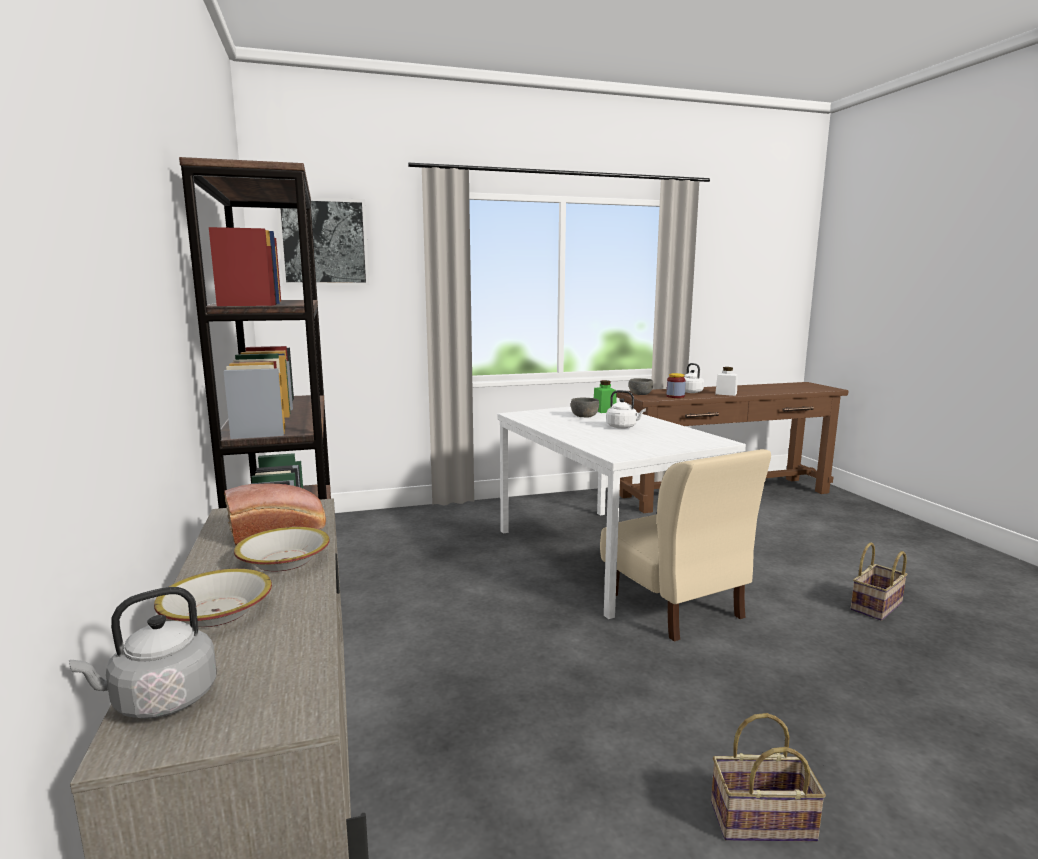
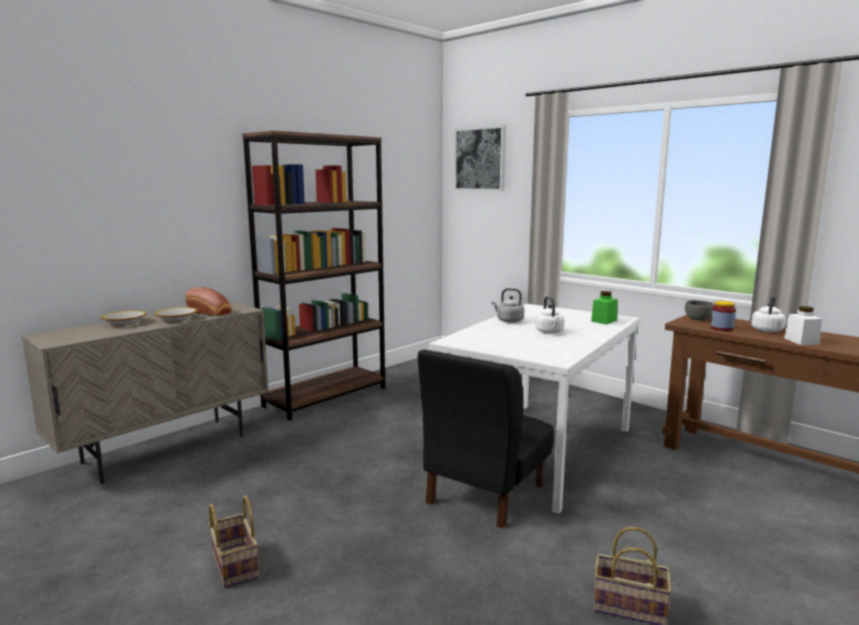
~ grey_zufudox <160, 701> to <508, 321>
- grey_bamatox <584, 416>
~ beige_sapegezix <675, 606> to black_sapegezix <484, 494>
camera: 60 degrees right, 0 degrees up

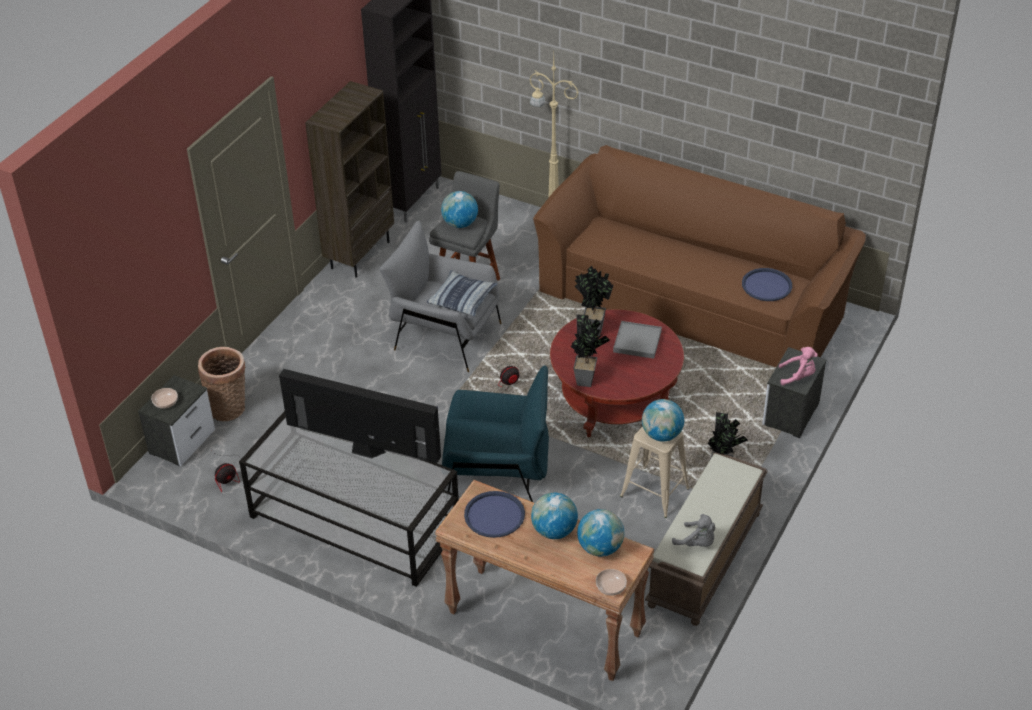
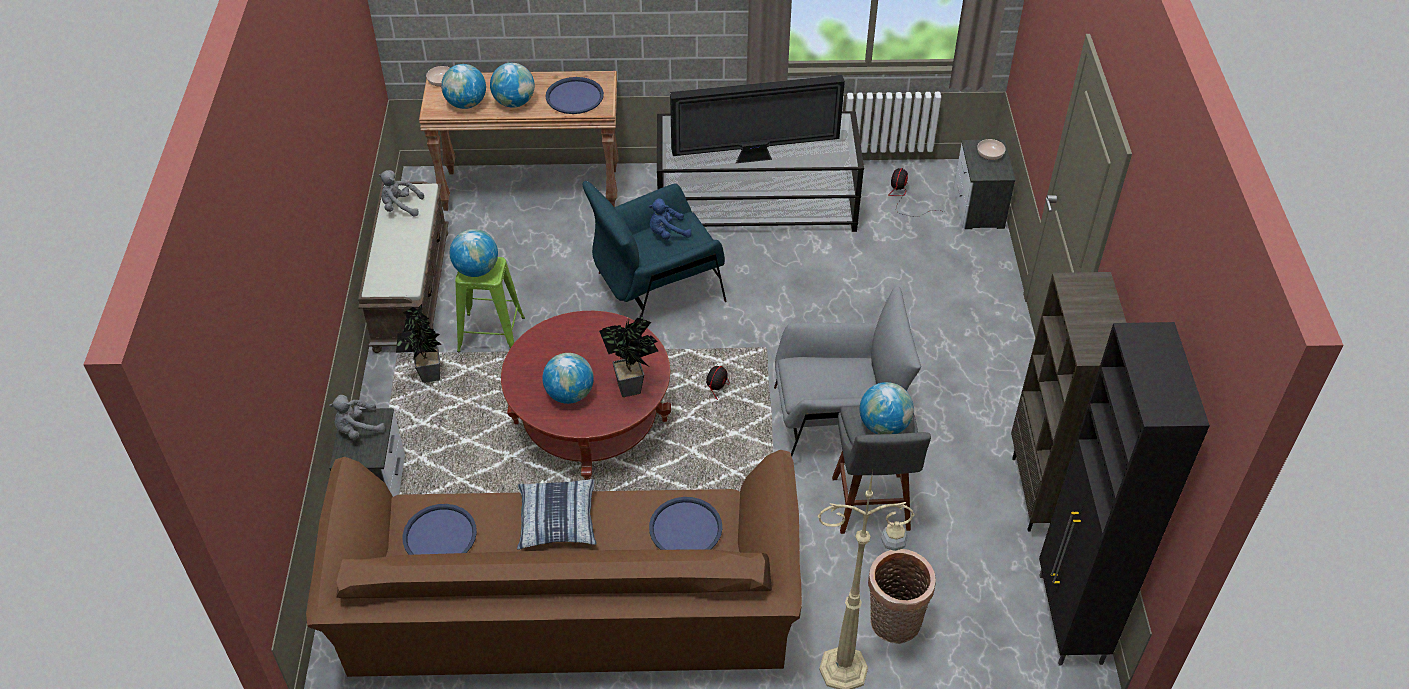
~ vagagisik <229, 408> to <893, 625>
~ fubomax <462, 299> to <557, 520>
- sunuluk <587, 379>
~ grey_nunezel <637, 342> to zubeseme <569, 394>
~ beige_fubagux <655, 492> to green_fubagux <490, 334>
~ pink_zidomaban <798, 376> to grey_zidomaban <358, 429>
+ blue_zidomaban <667, 233>
+ blue_nunezel <685, 528>
camera: 150 degrees right, 5 degrees up

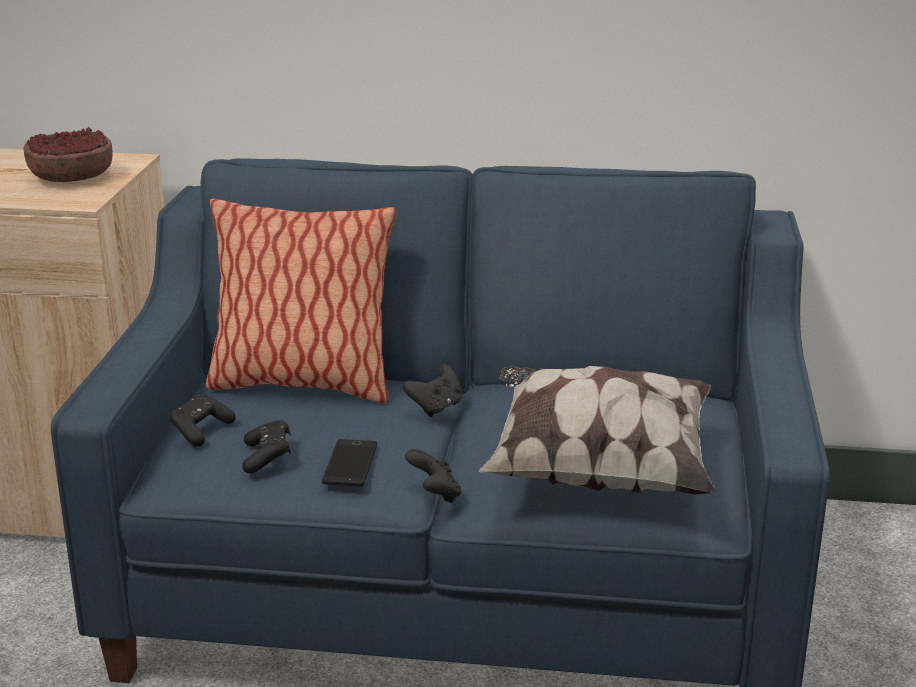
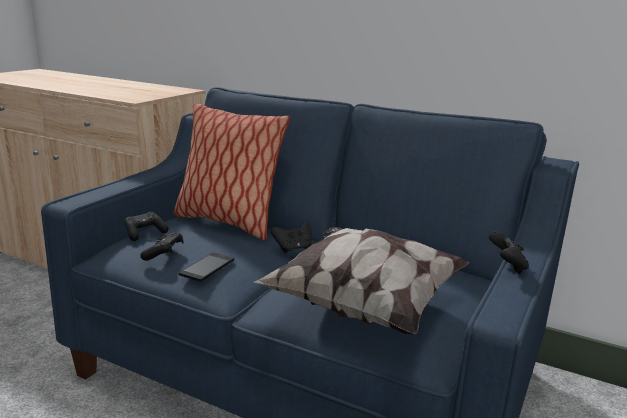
- bamatox <72, 177>
~ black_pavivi <435, 495> to <507, 267>
camera: 20 degrees right, 5 degrees down

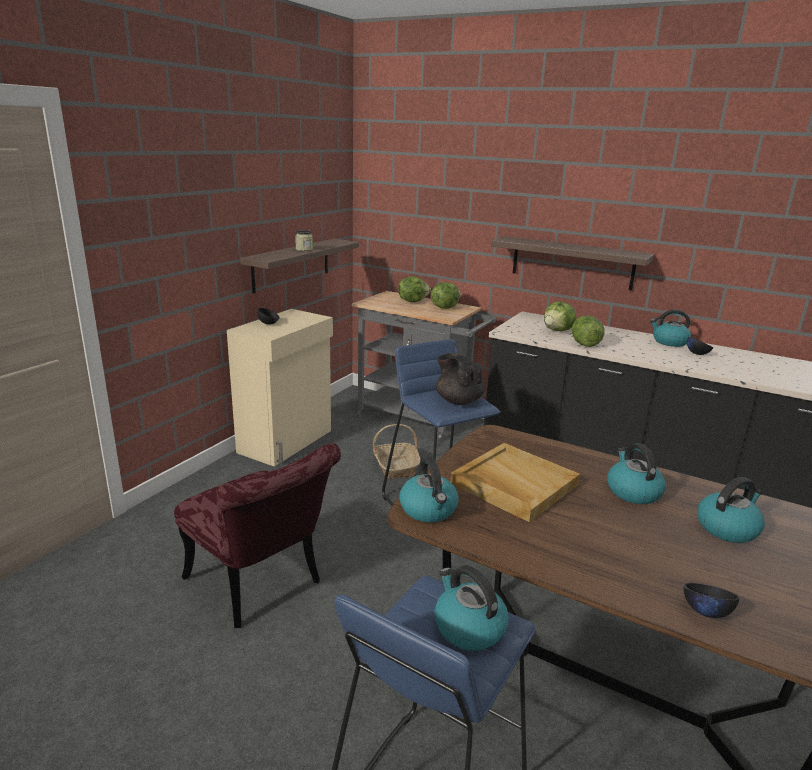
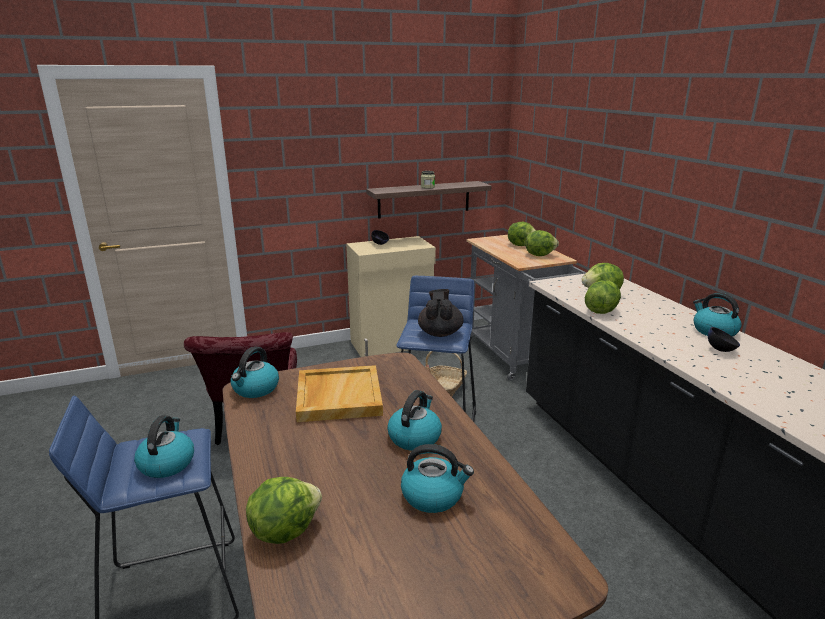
- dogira <572, 262>
~ black_bamatox <705, 611> to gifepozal <284, 530>
camera: 40 degrees right, 0 degrees up

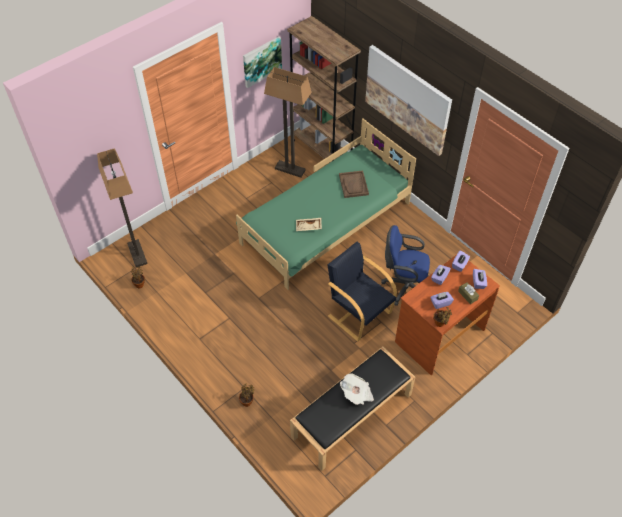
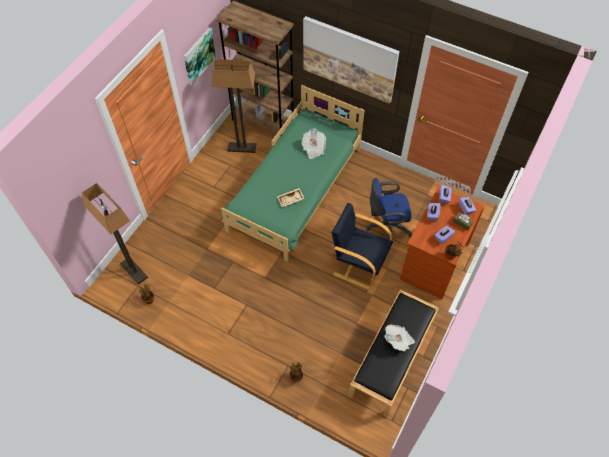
~ brown_nunezel <353, 185> to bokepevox <313, 148>
camera: 20 degrees left, 5 degrees up

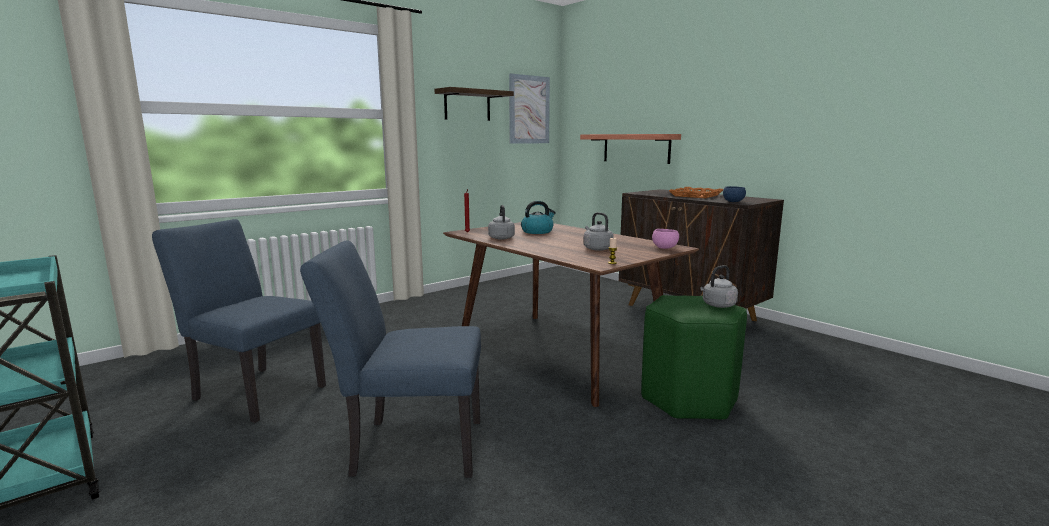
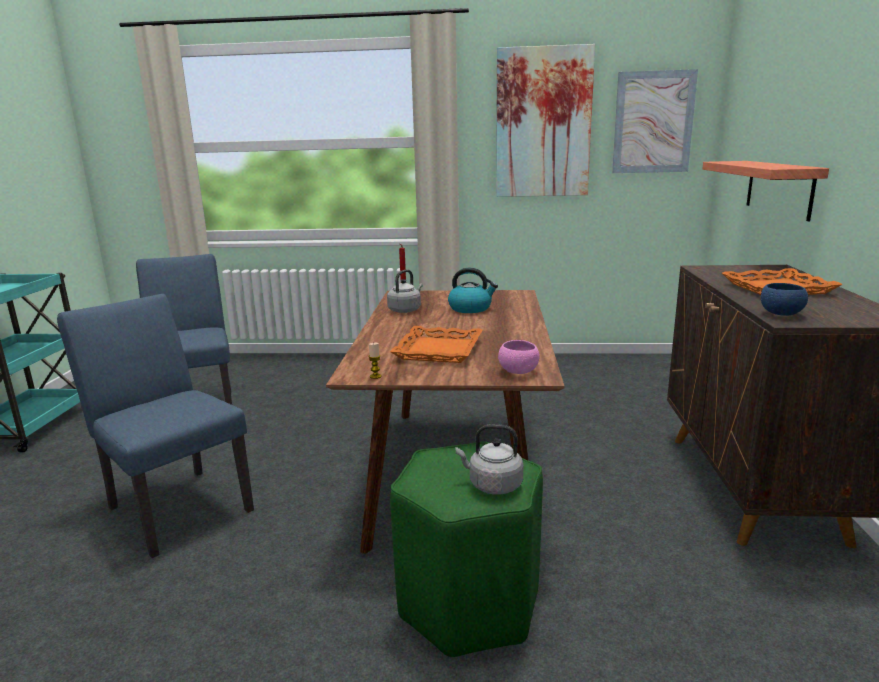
~ dogira <467, 105> to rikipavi <543, 123>
~ grey_zufudox <596, 248> to orange_nunezel <438, 350>
camera: 45 degrees right, 5 degrees up

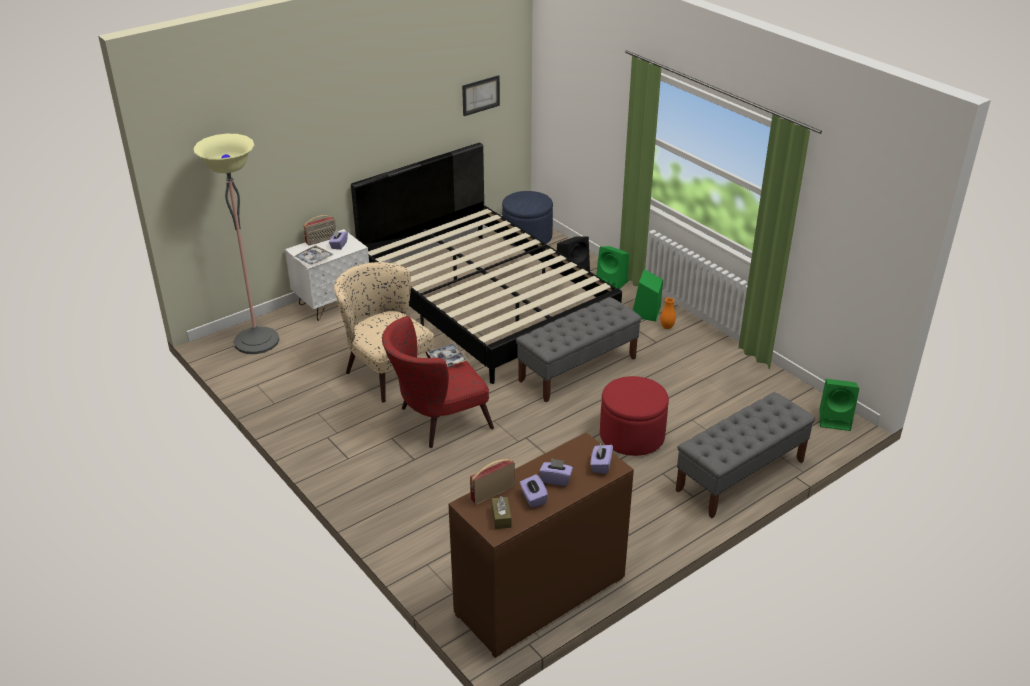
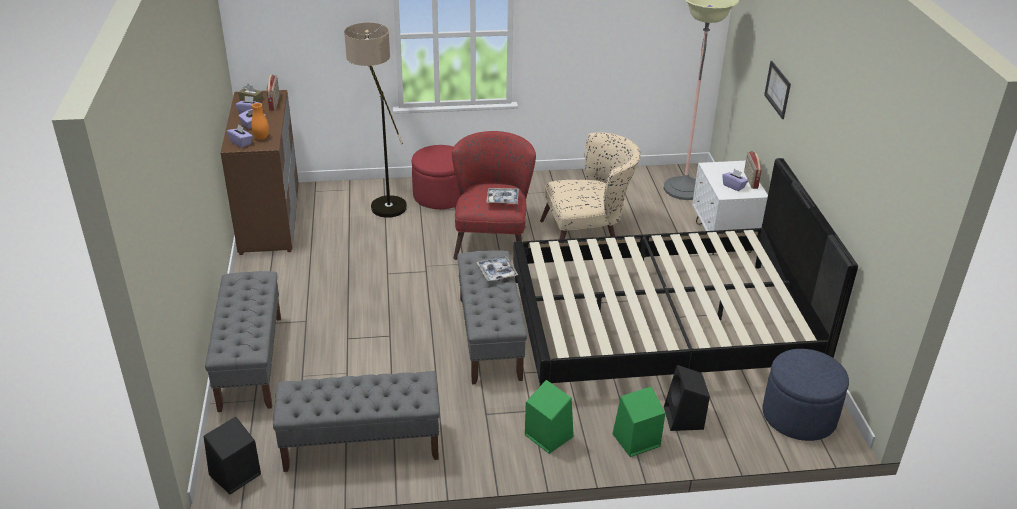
~ nunezel <314, 259> to <497, 272>
~ rikipavi <480, 95> to <778, 89>
~ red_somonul <632, 436> to <440, 196>
~ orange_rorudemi <667, 327> to <261, 138>
~ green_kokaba <836, 419> to black_kokaba <234, 475>
+ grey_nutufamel <361, 445>
+ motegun <383, 201>
camera: 120 degrees right, 0 degrees up

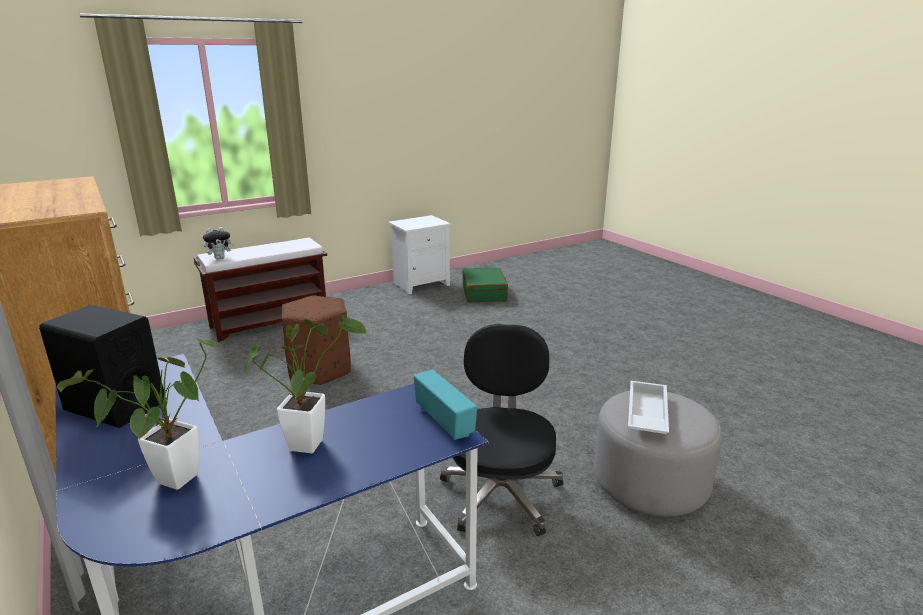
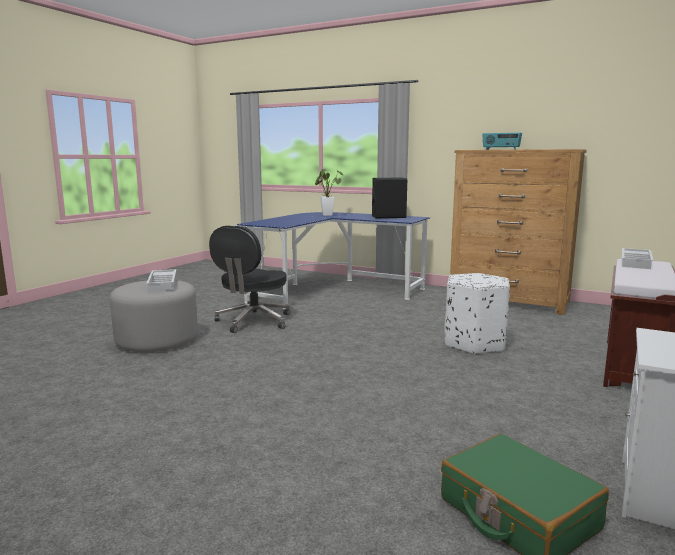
~ zidomaban <220, 258> to white_nunezel <636, 262>
- sunuluk <310, 440>
~ brown_somonul <320, 369> to white_somonul <474, 343>
~ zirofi <445, 421> to <501, 149>
~ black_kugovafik <501, 492> = <253, 321> 45 degrees clockwise
camera: 150 degrees right, 10 degrees down

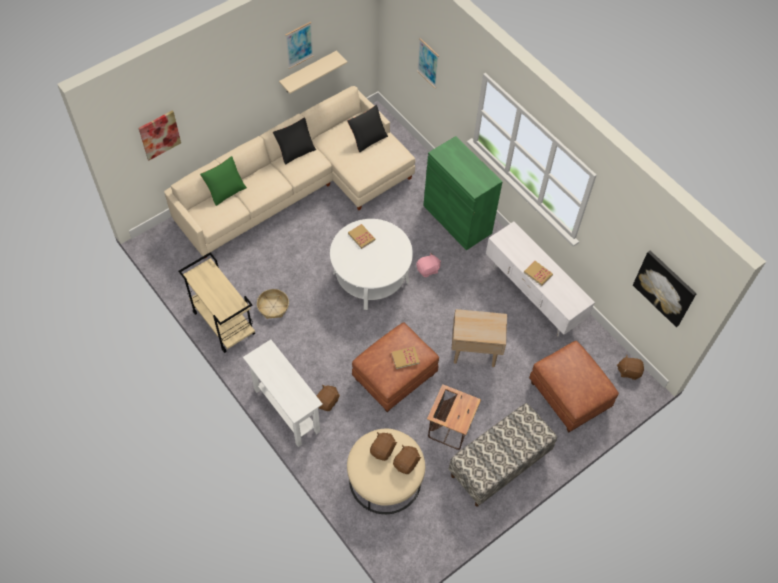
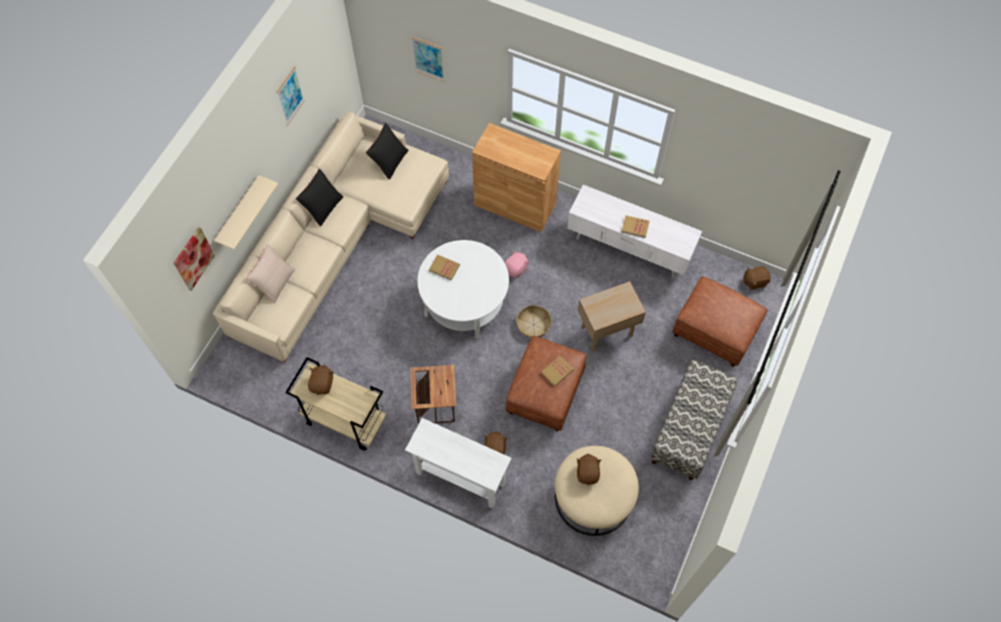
~ green_fubomax <225, 190> to beige_fubomax <274, 281>
~ vagagisik <273, 306> to <533, 324>
~ beige_dogira <308, 72> to <239, 213>
~ brown_zidomaban <406, 463> to <322, 384>
~ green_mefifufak <457, 219> to brown_mefifufak <515, 204>
~ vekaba <450, 428> to <435, 404>
- rikipavi <665, 288>
camera: 25 degrees left, 5 degrees up

